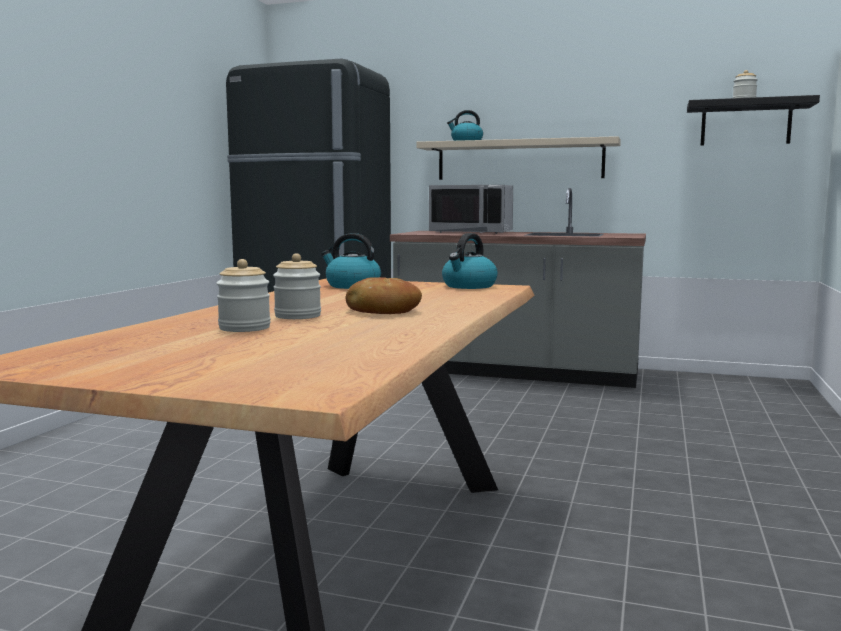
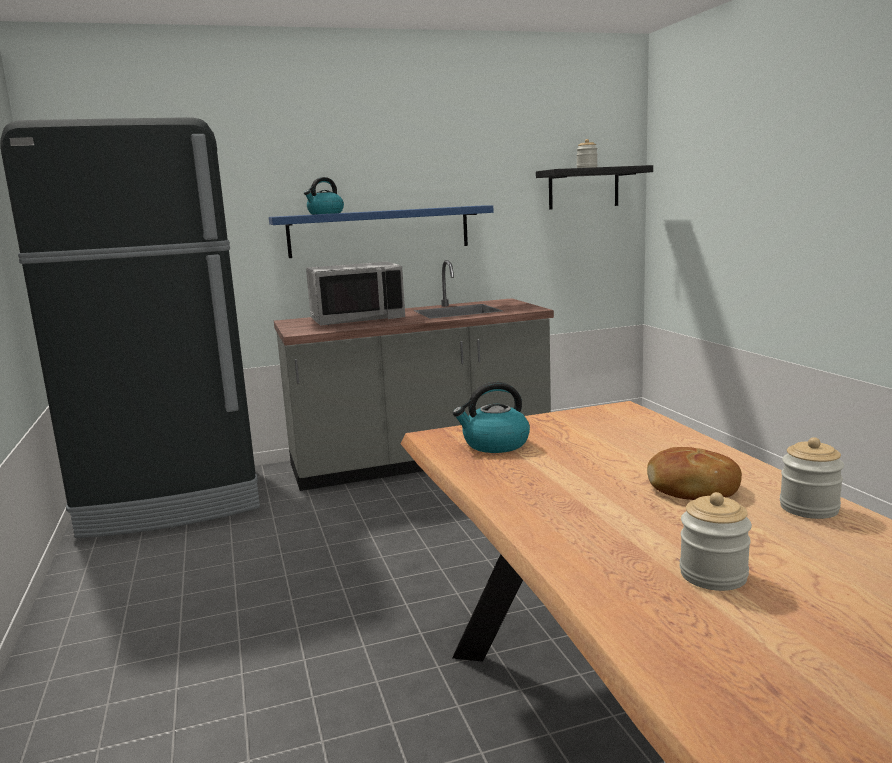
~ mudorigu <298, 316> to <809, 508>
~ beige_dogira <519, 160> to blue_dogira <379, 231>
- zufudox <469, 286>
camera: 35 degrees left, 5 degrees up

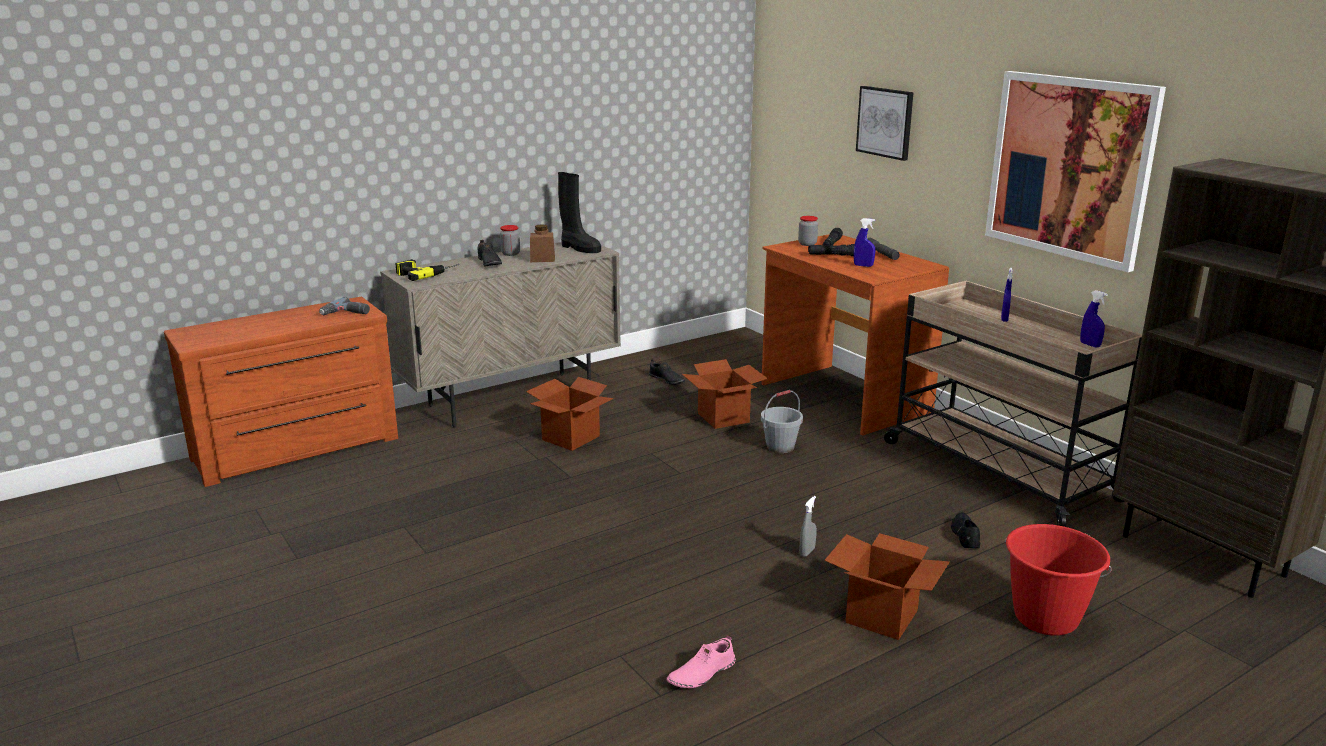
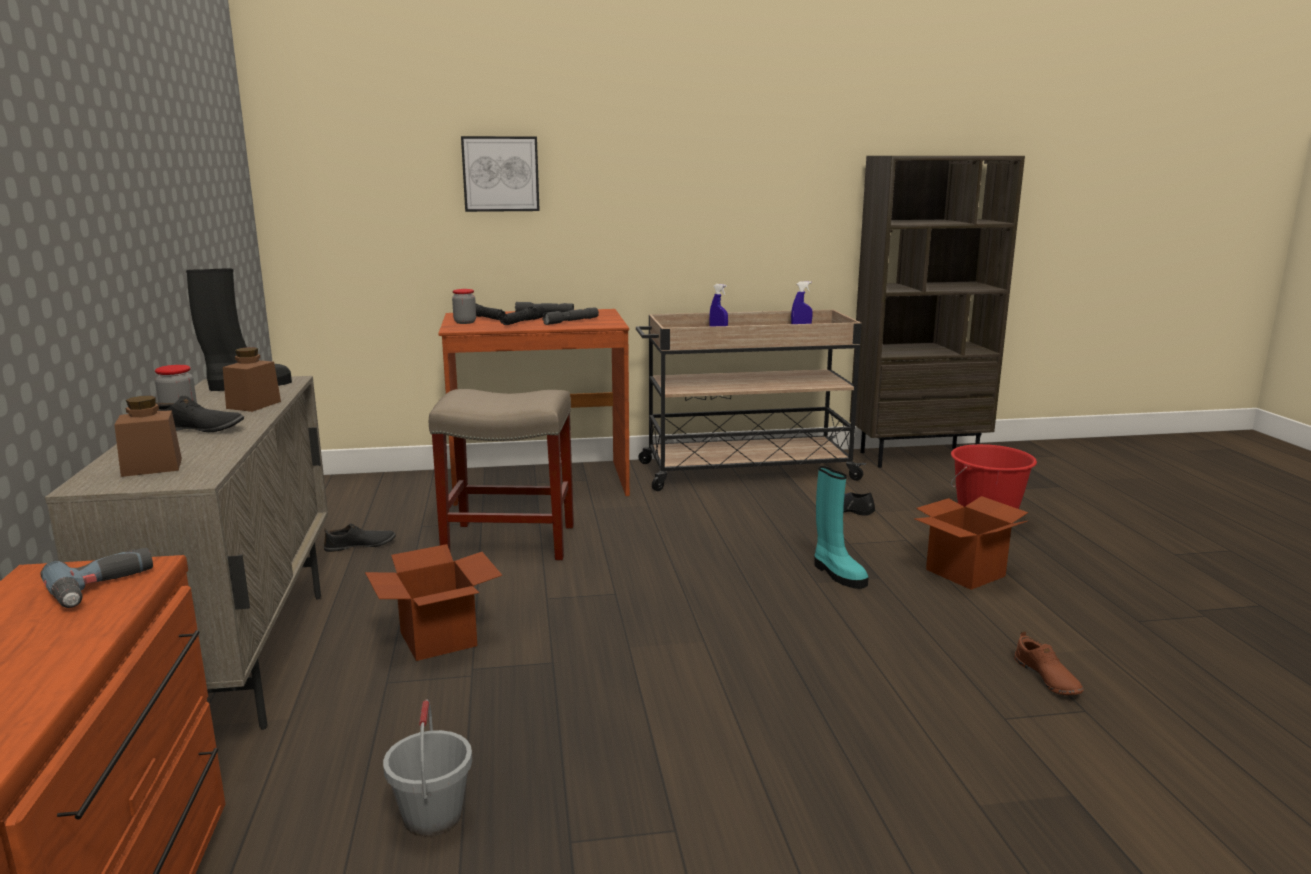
~ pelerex <426, 273> to brown_mudorigu <152, 467>
~ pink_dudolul <701, 673> to brown_dudolul <1046, 678>
~ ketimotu <723, 418> to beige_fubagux <507, 541>
~ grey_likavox <780, 447> to <432, 817>
~ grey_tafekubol <807, 552> to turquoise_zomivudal <837, 574>
~ blue_tafekubol <863, 266> to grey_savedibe <571, 321>
- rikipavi <1069, 167>
camera: 65 degrees left, 5 degrees down

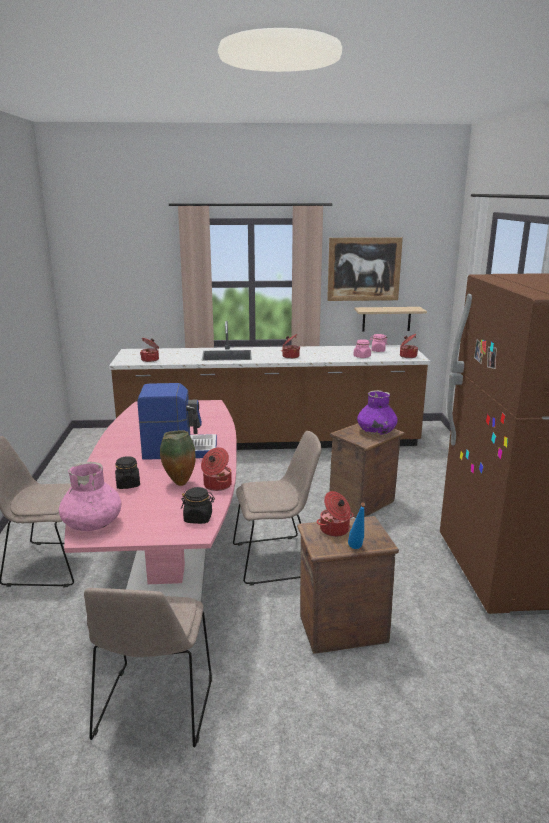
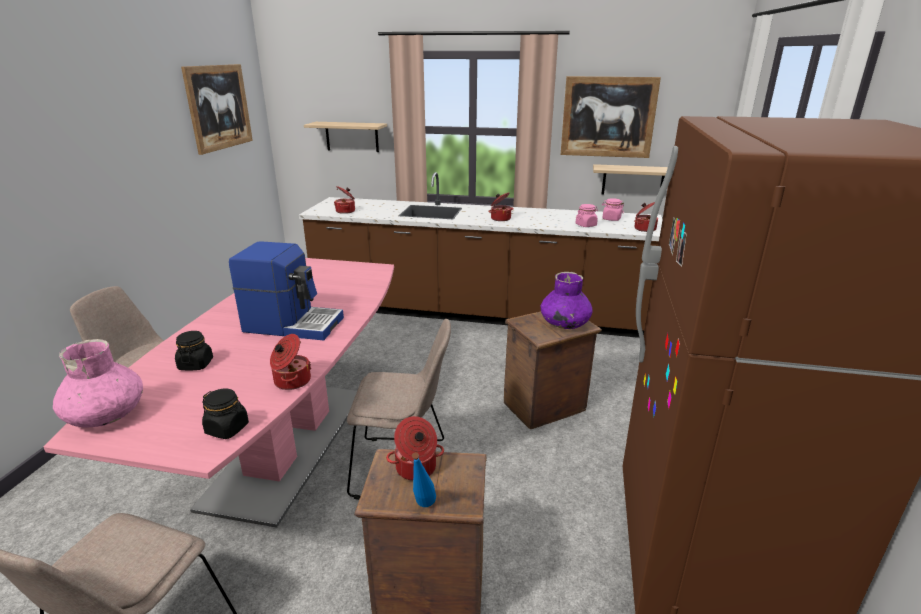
- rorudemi <179, 483>
+ rikipavi <219, 107>
+ dogira <352, 136>
camera: 15 degrees right, 5 degrees up

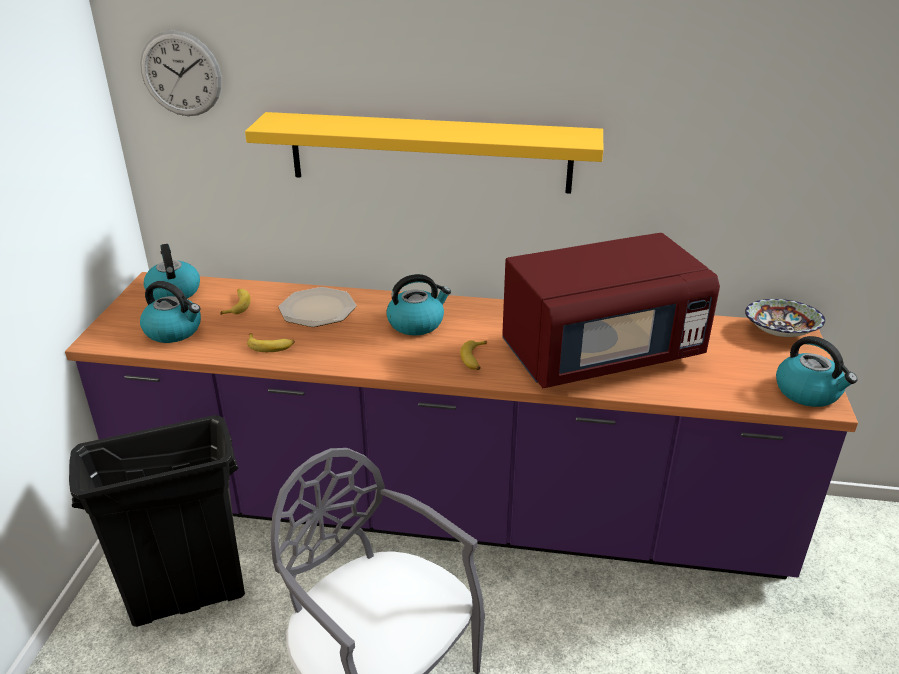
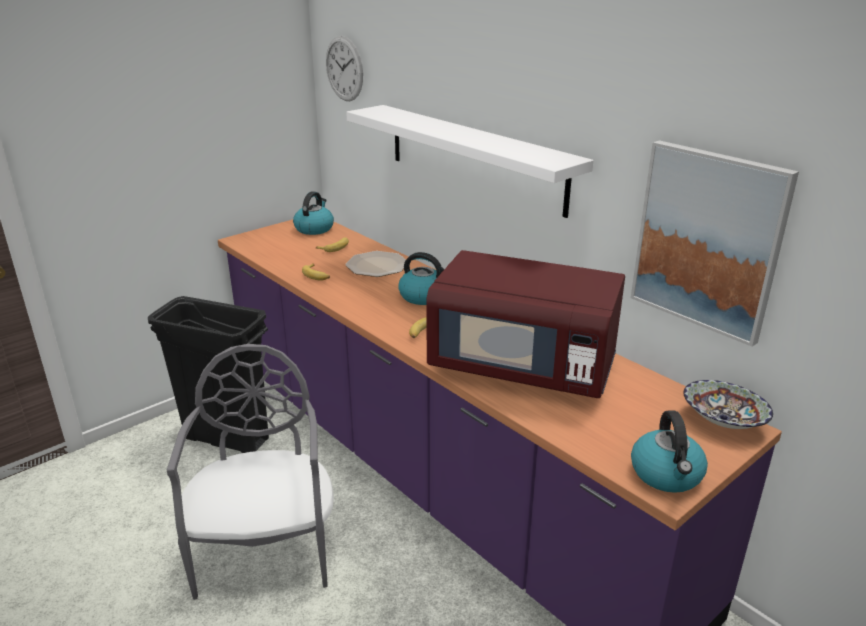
- zufudox <174, 331>
~ yellow_dogira <430, 152> to white_dogira <473, 157>
+ rikipavi <708, 240>
camera: 40 degrees right, 5 degrees down

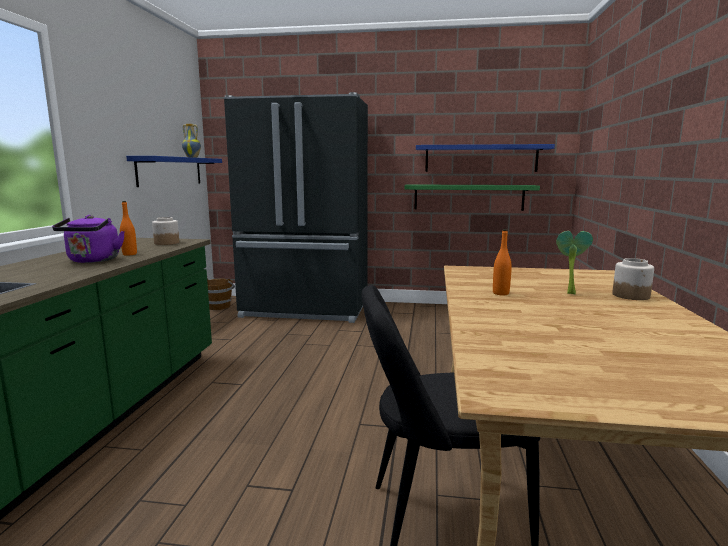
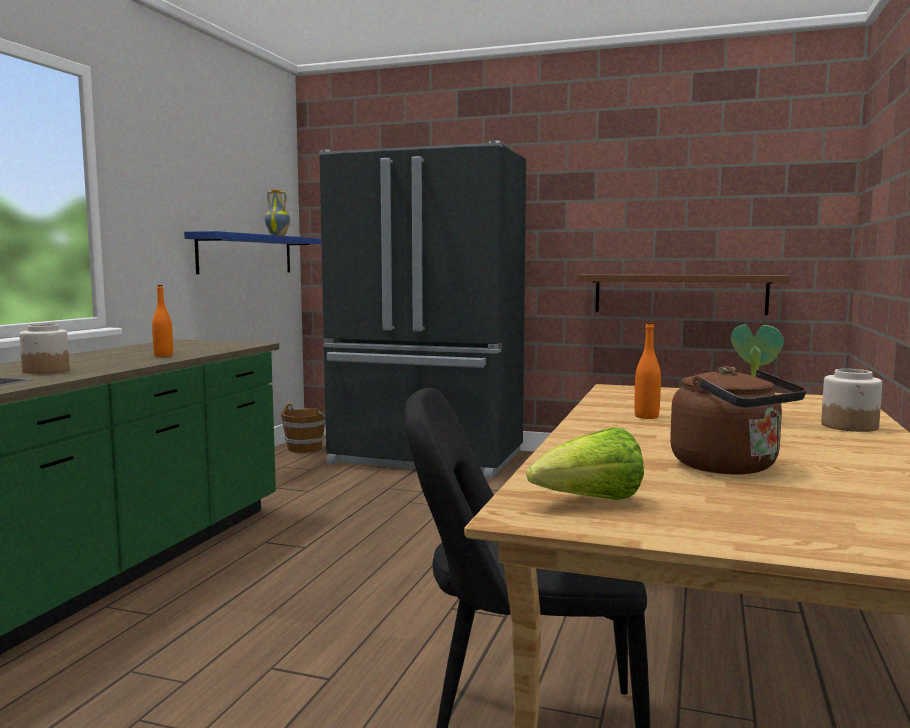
- purple_zufudox <93, 261>
~ mudorigu <166, 243> to <45, 370>
~ green_dogira <468, 197> to brown_dogira <679, 294>
- blue_dogira <481, 158>
+ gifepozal <589, 502>
+ brown_zufudox <730, 467>
camera: 10 degrees right, 5 degrees down

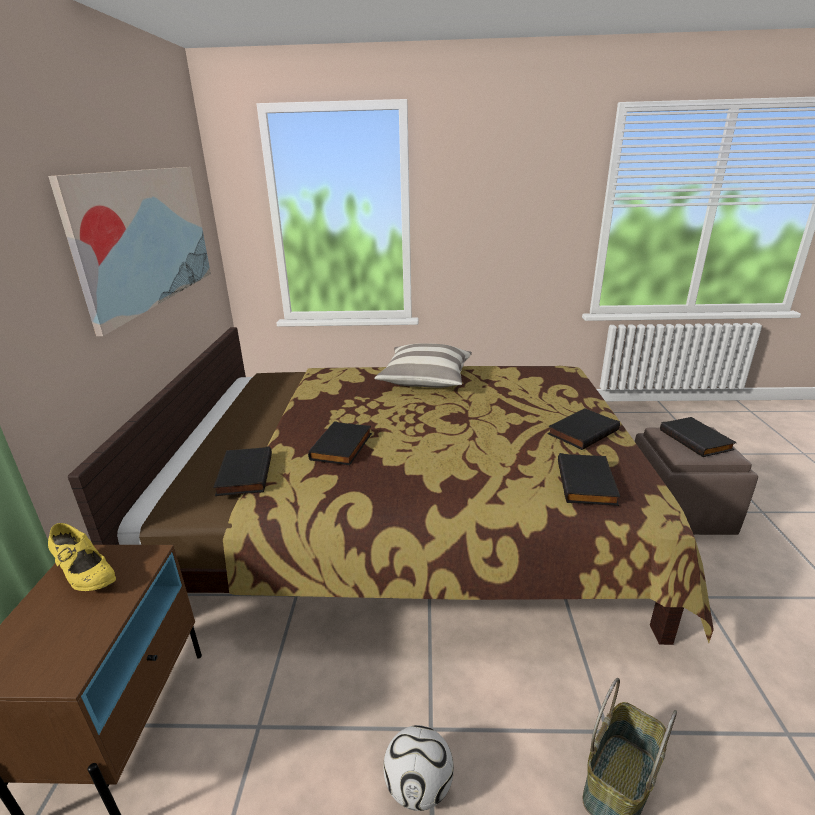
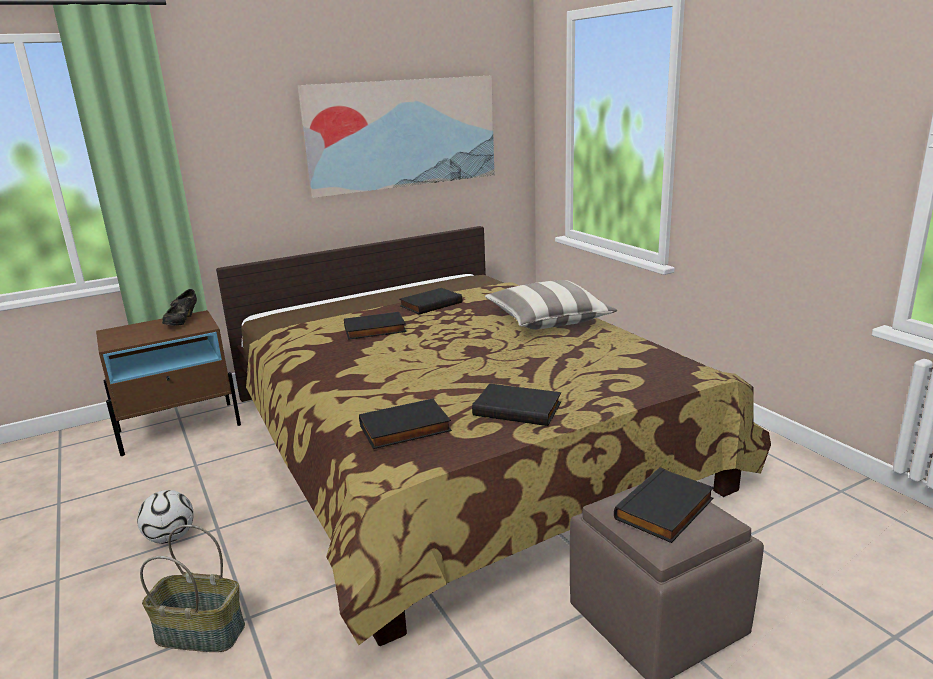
~ yellow_dudolul <86, 576> to black_dudolul <182, 322>
~ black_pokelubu <243, 474> to <430, 304>
camera: 60 degrees right, 5 degrees down

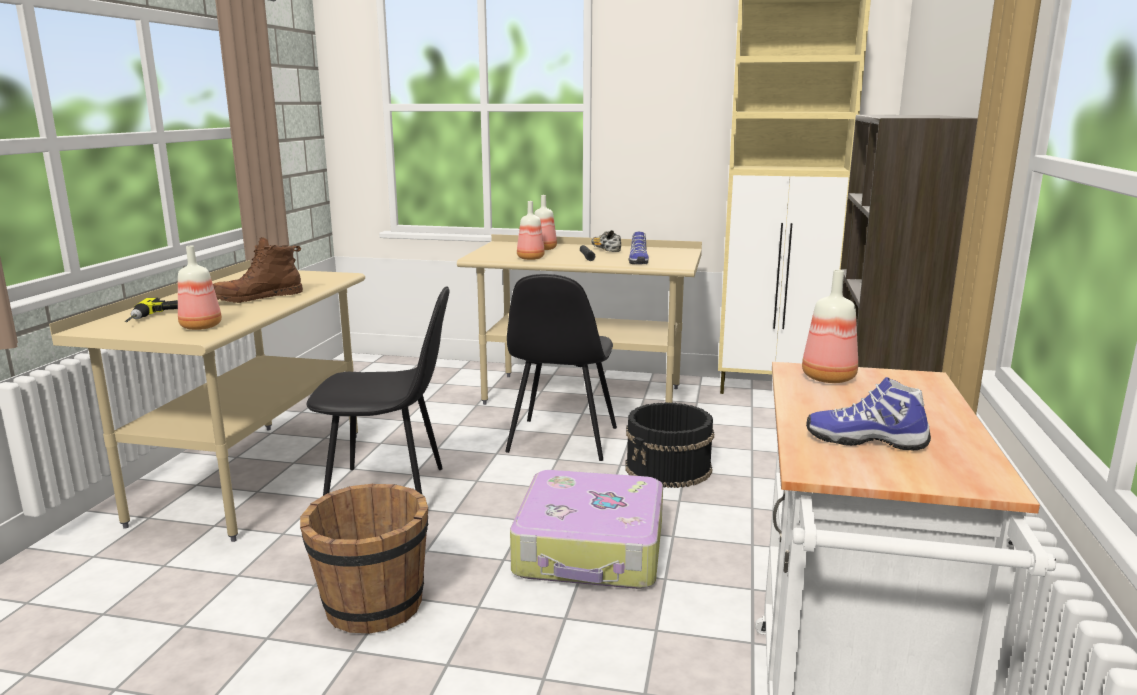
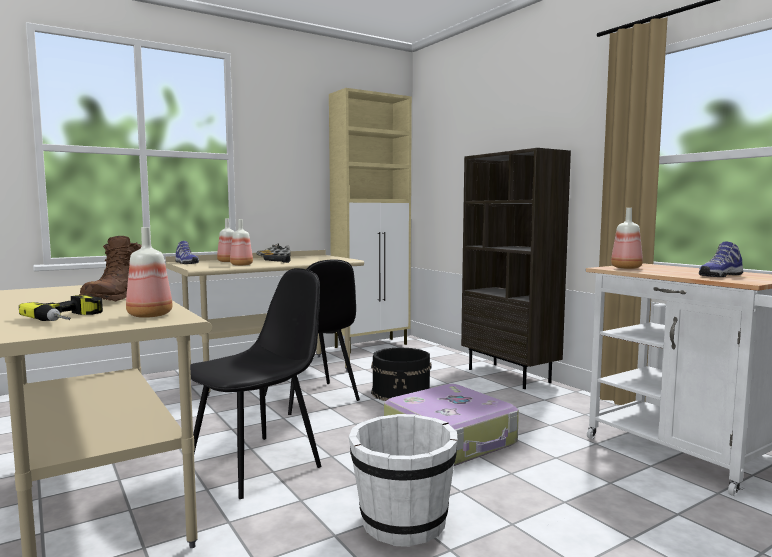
~ brown_likavox <372, 606> to white_likavox <403, 523>
~ dudolul <637, 261> to <185, 263>
camera: 45 degrees left, 10 degrees down

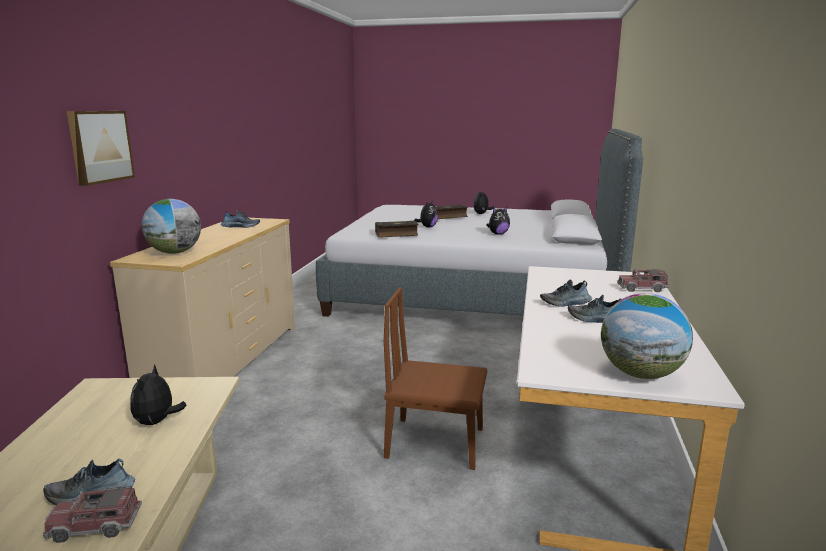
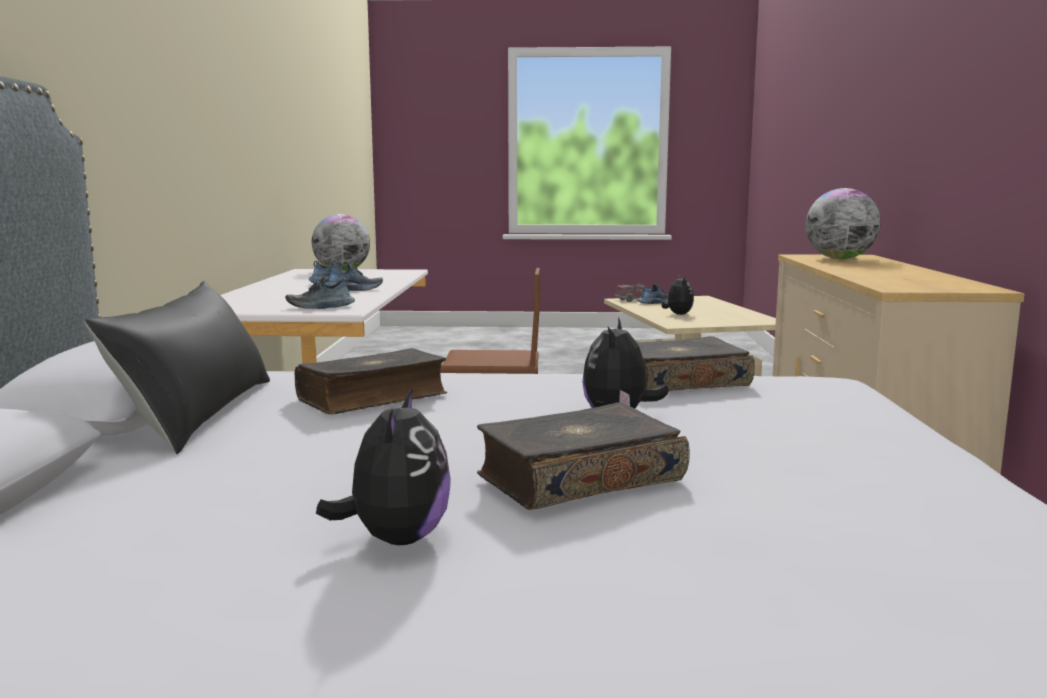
- rikipavi <99, 146>
~ dudolul <241, 226> to <320, 307>
~ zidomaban <498, 234> to pokelubu <373, 397>
- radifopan <642, 288>
+ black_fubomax <197, 412>
camera: 170 degrees right, 5 degrees down

